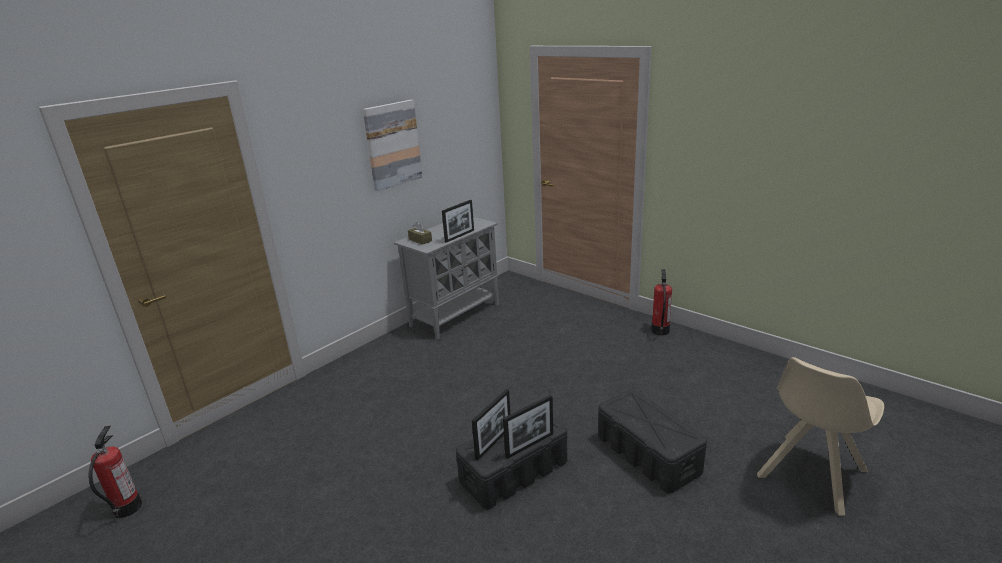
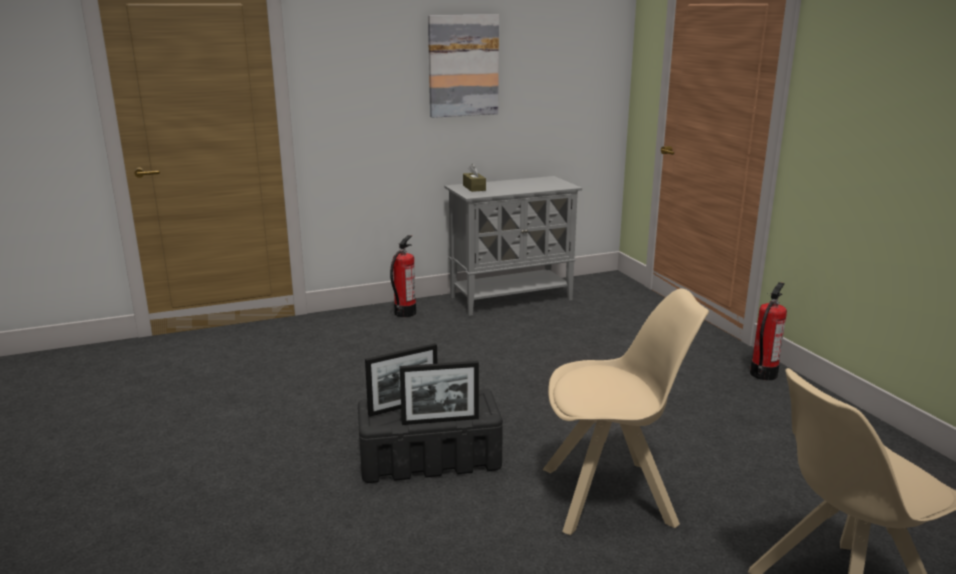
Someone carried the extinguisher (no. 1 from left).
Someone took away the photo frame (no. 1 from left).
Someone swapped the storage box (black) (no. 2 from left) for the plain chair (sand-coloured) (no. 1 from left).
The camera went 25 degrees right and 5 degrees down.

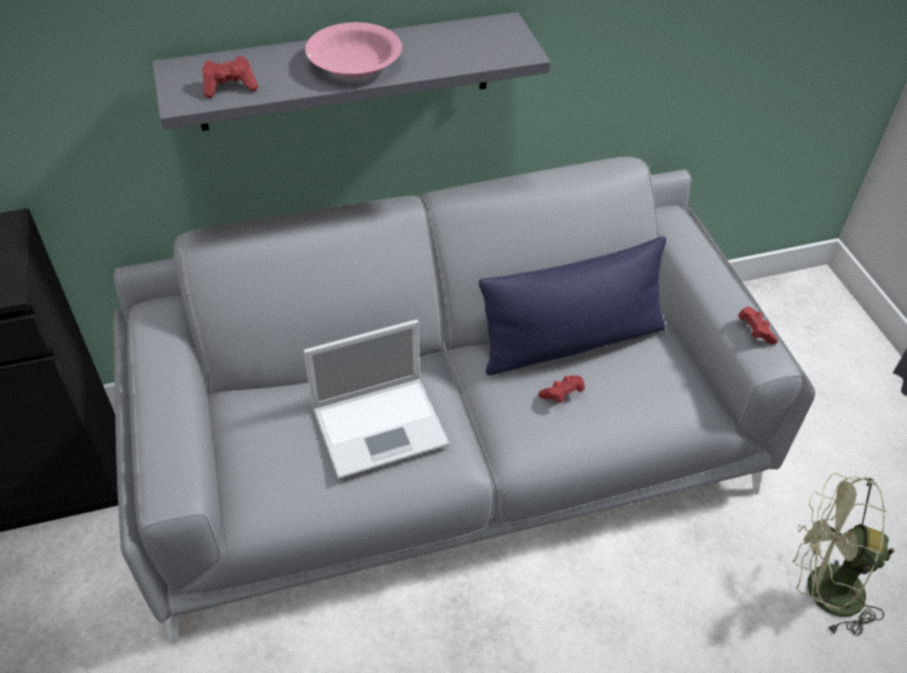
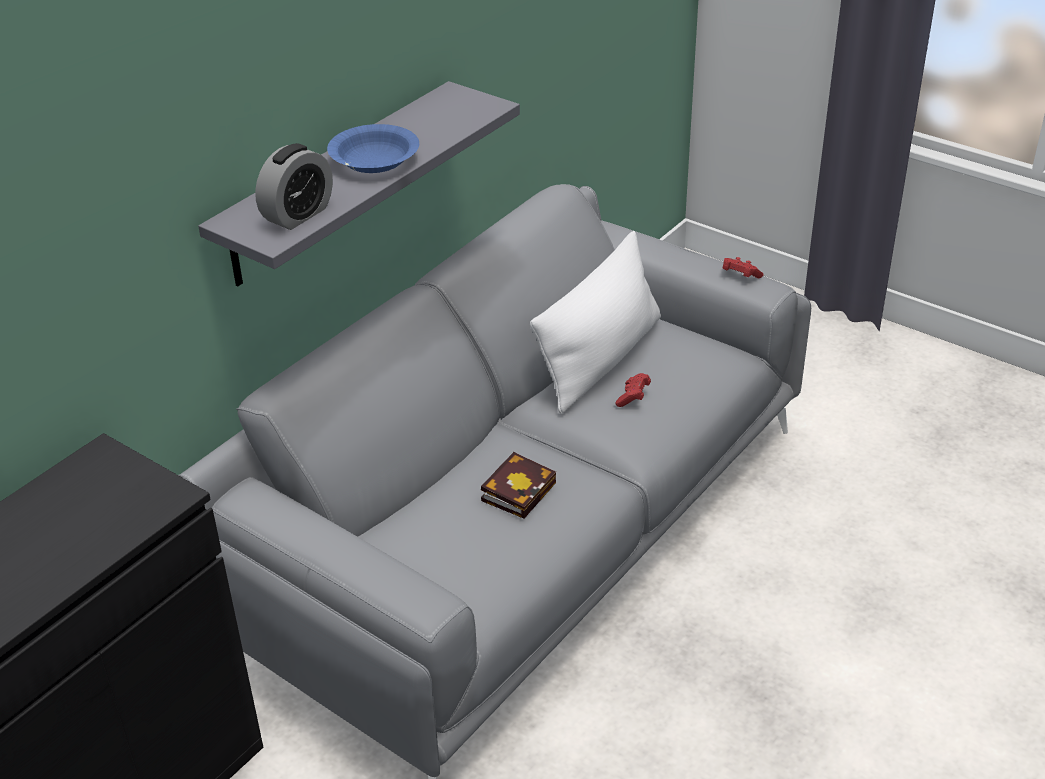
Someone swapped the joypad (red) (no. 1 from left) for the alarm clock.
Someone swapped the notebook computer for the book.
Someone repainted the deep dish (pink), which became the deep dish (blue).
Someone repainted the throw pillow (blue), which became the throw pillow (white-coloured).
Someone took away the electric fan (green-coloured).
The camera went 35 degrees left and 10 degrees down.

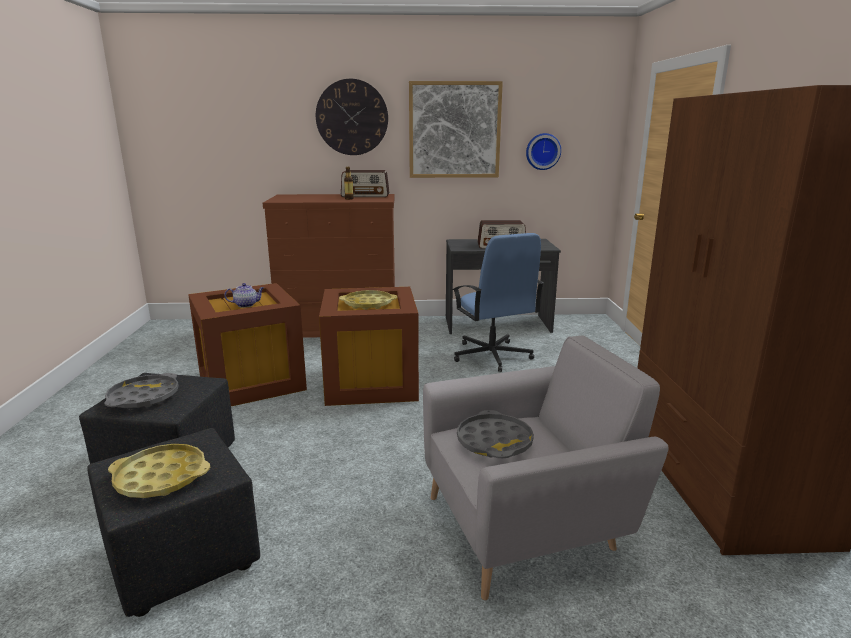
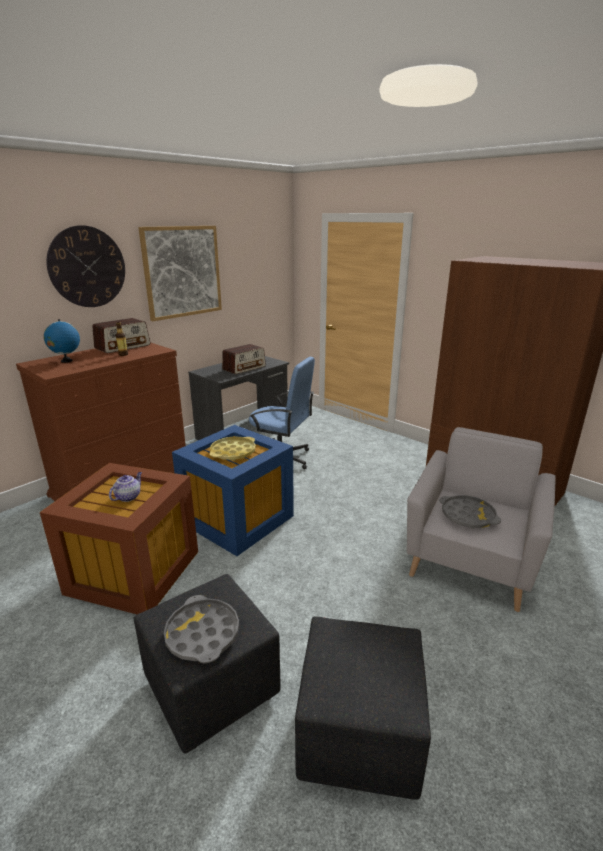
Someone took away the serving tray (yellow) (no. 1 from left).
Someone repainted the storage box (brown) (no. 2 from left), which became the storage box (blue).
Someone took away the clock on the wall (no. 2 from left).
Someone put down the world globe.
The camera went 45 degrees left and 5 degrees up.

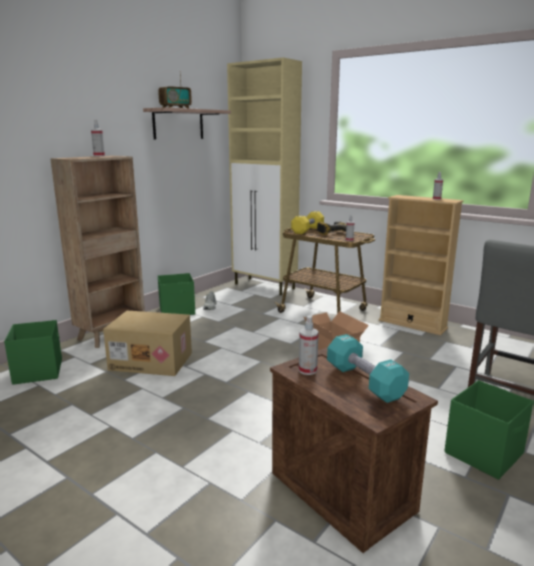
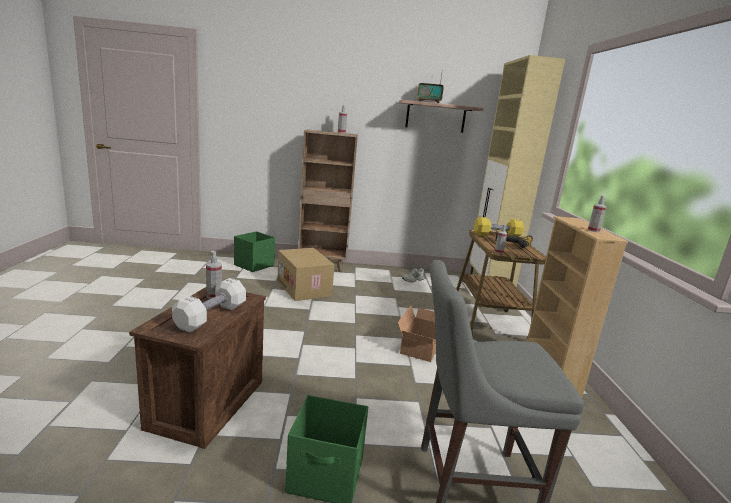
Someone took away the storage box (green-coloured) (no. 2 from left).
Someone repainted the free weight (blue-green), which became the free weight (white-coloured).
The camera went 50 degrees right and 0 degrees up.

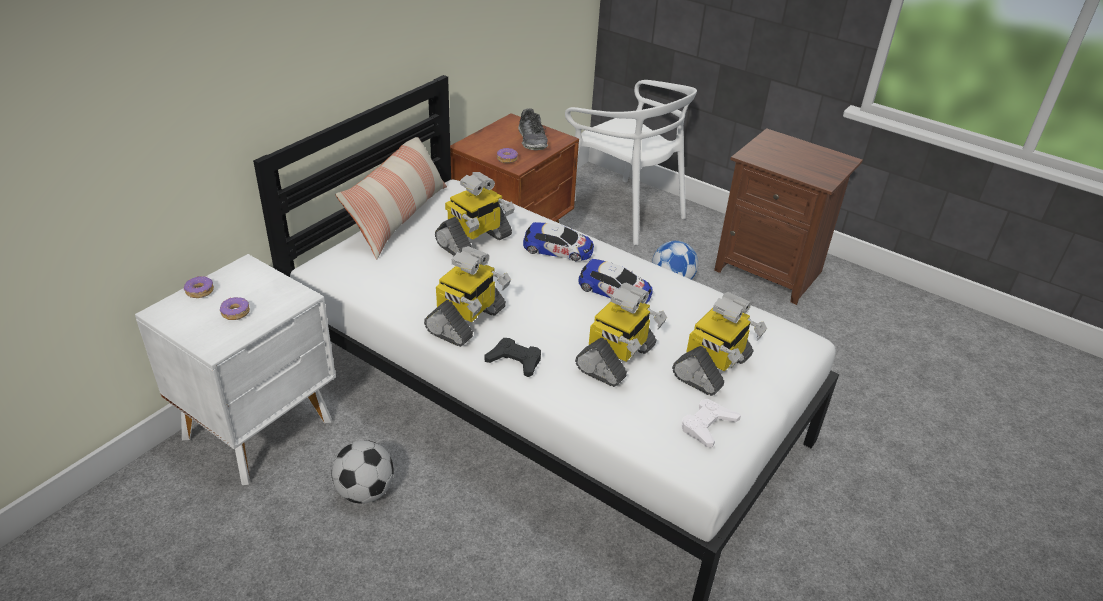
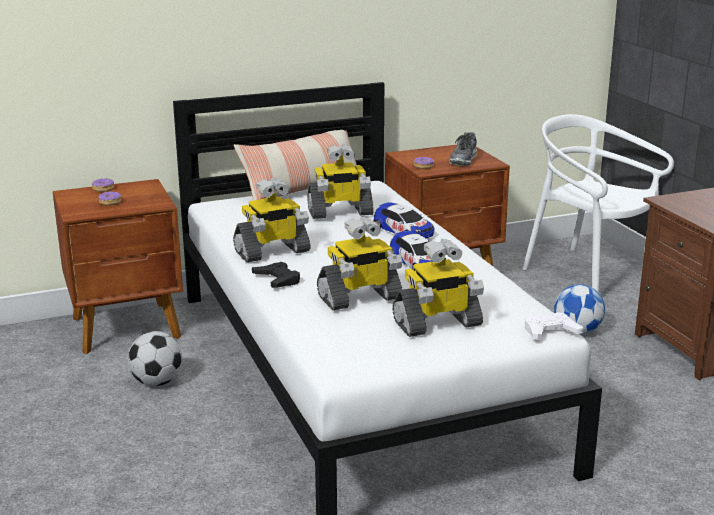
Someone repainted the nightstand (white-coloured), which became the nightstand (brown) (no. 1 from left).
Someone rotated the plain chair (white-coloured) by 150 degrees clockwise.
Someone carried the joypad (white-coloured).
The camera went 35 degrees right and 15 degrees down.

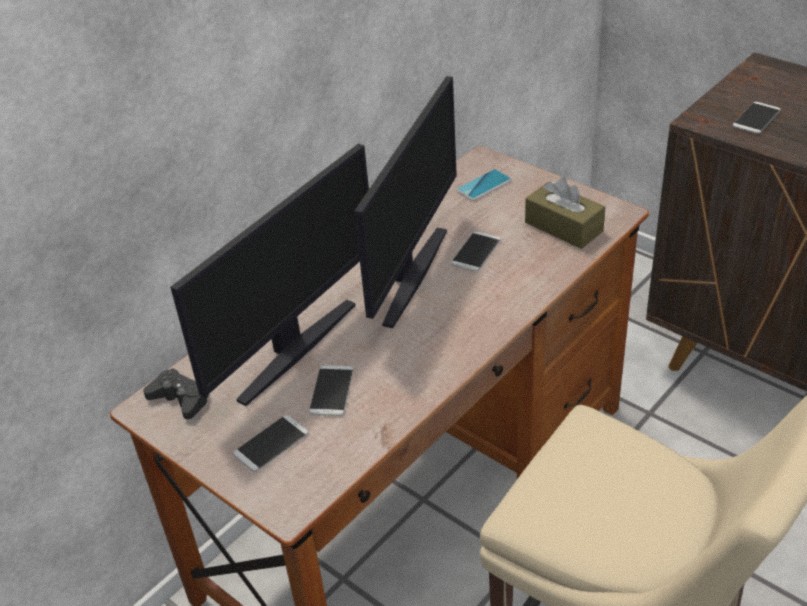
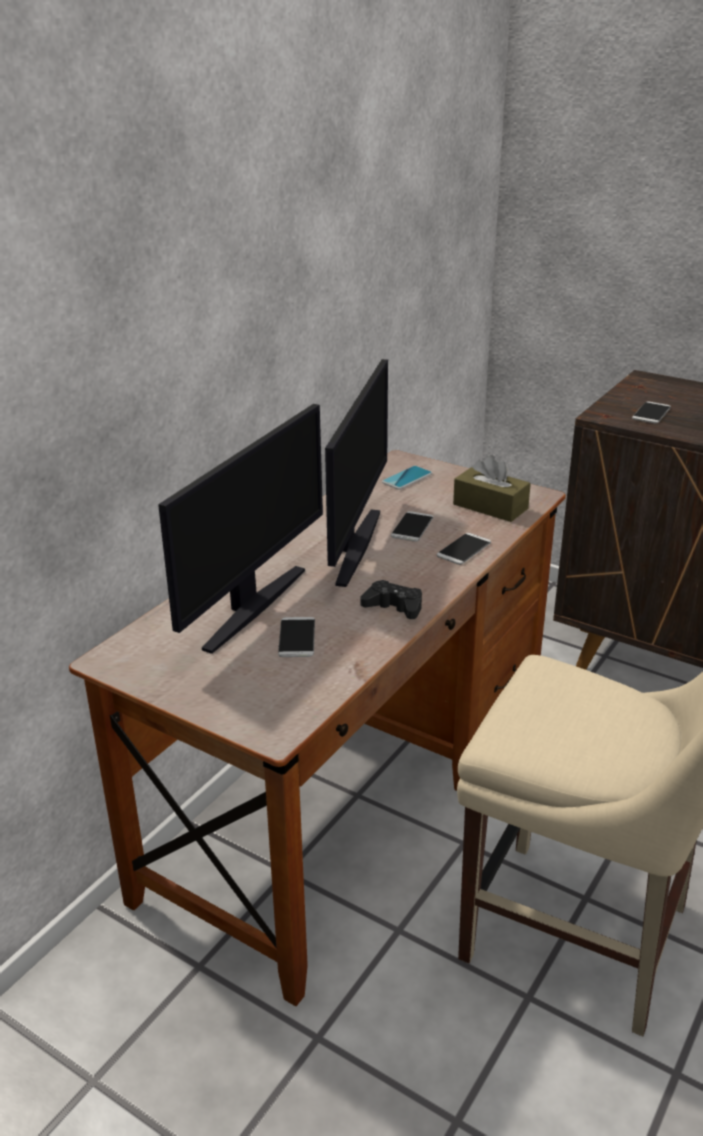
Someone carried the joypad (black).
Someone carried the handset (no. 1 from left in the first image).
The camera went 10 degrees left and 10 degrees down.

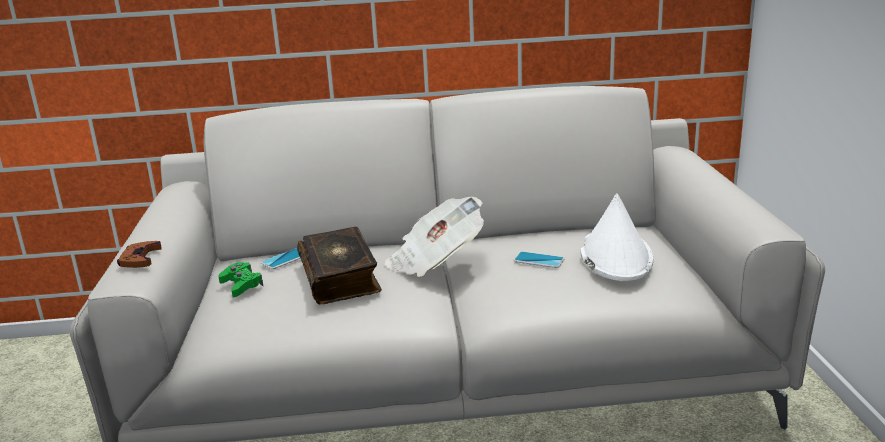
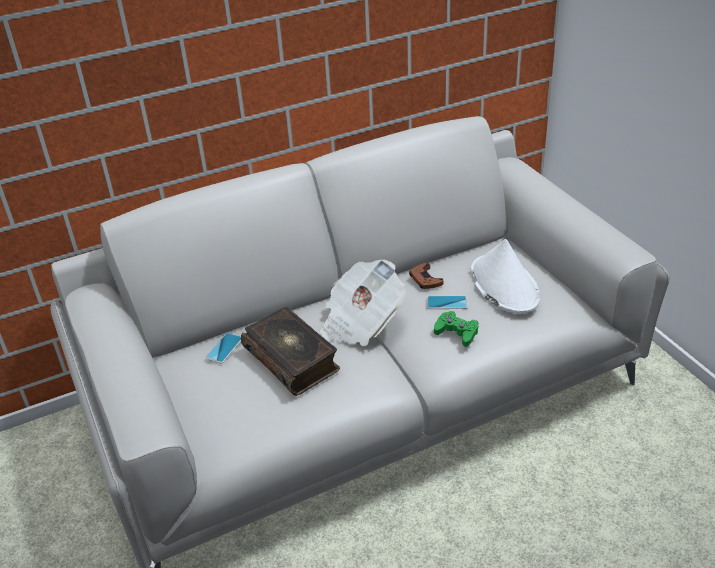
Someone carried the joypad (brown).
Someone carried the joypad (green-coloured).
The camera went 20 degrees left and 15 degrees up.

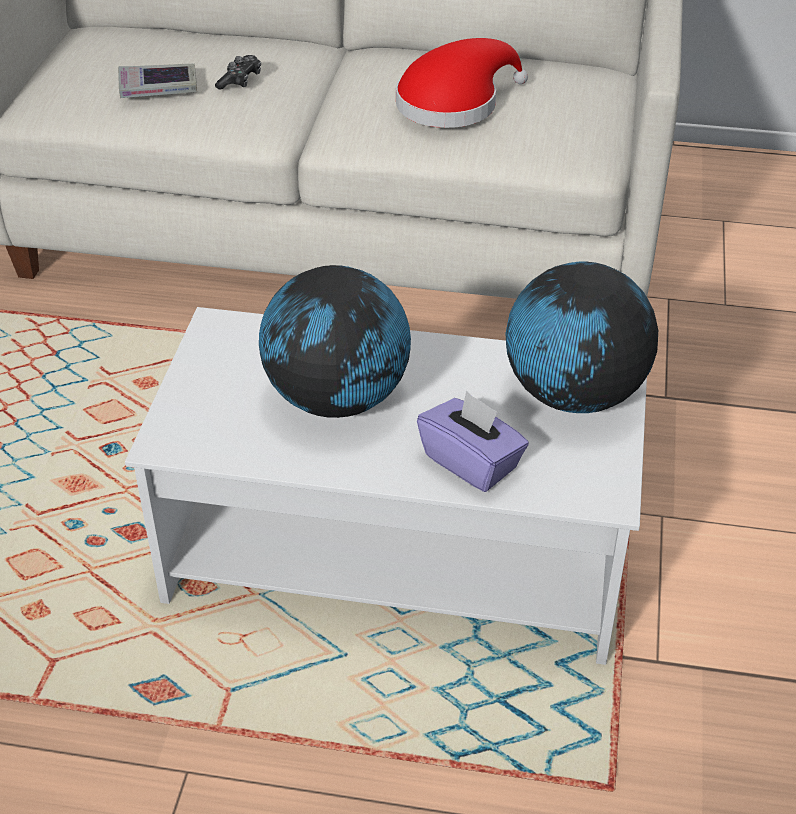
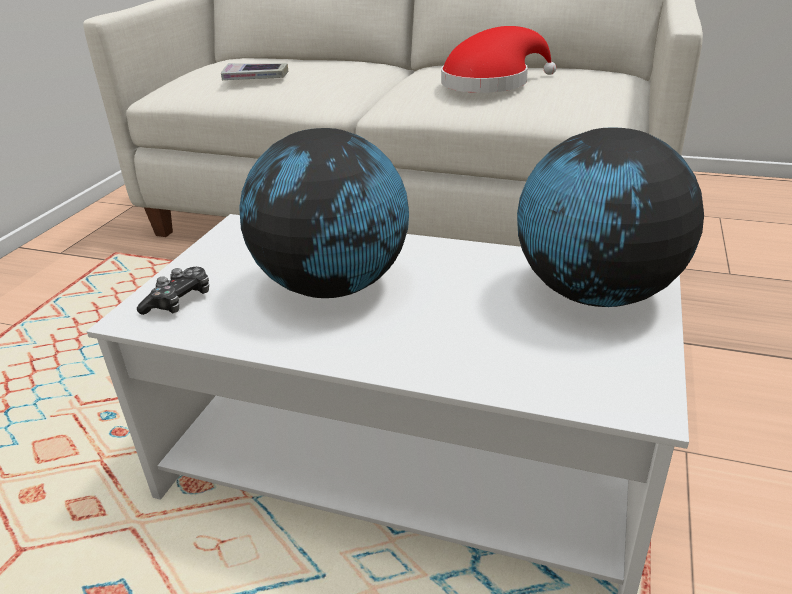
Someone carried the joypad.
Someone took away the tissue holder (purple-coloured).
The camera went 10 degrees right and 10 degrees down.

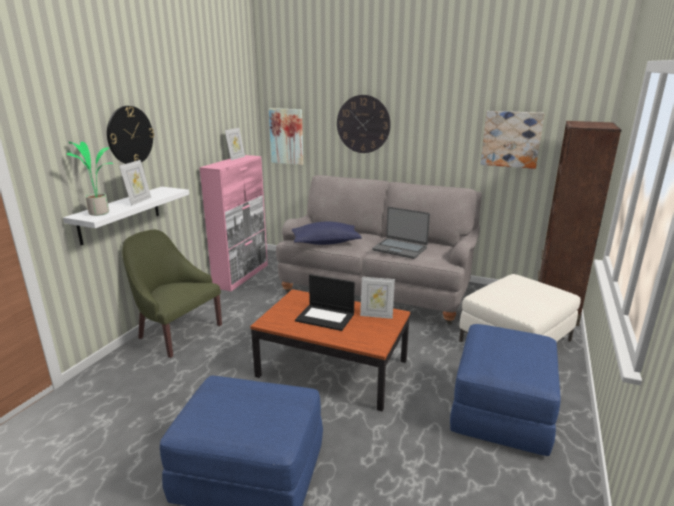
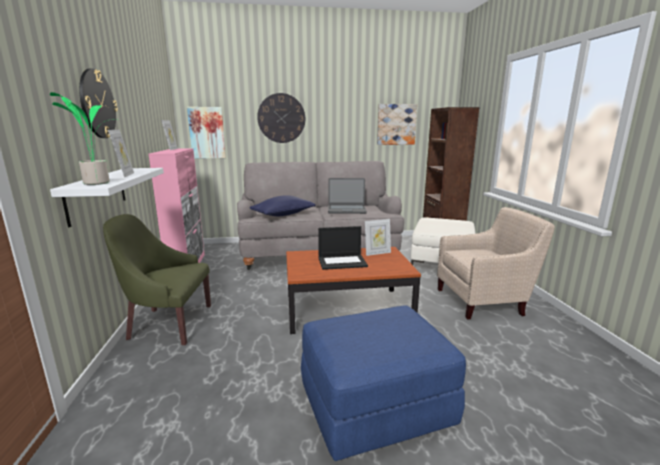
Someone swapped the pouffe (blue) (no. 2 from left) for the armchair (sand-coloured).
The camera went 30 degrees left and 5 degrees down.

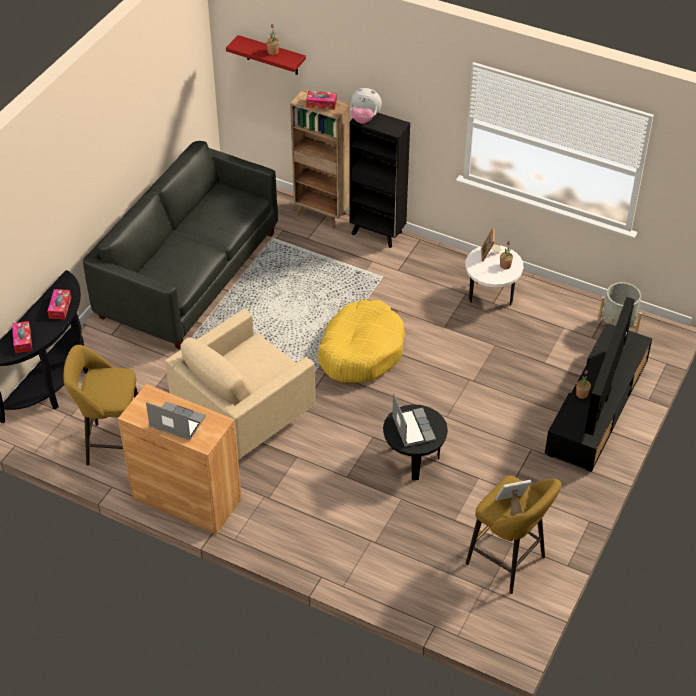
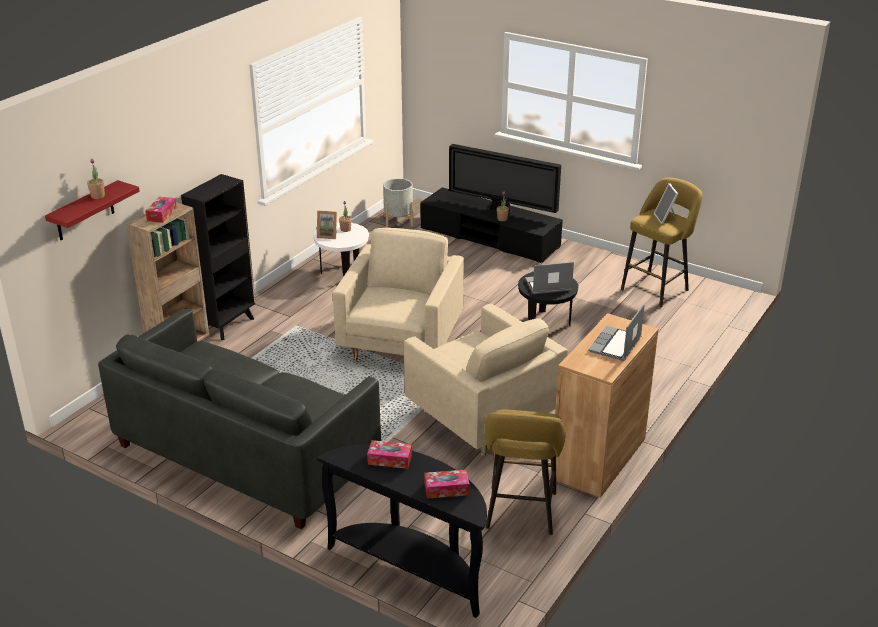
Someone swapped the dog cushion (yellow) for the armchair (sand-coloured) (no. 1 from left).
Someone took away the soft toy.
The camera went 85 degrees left and 15 degrees down.

